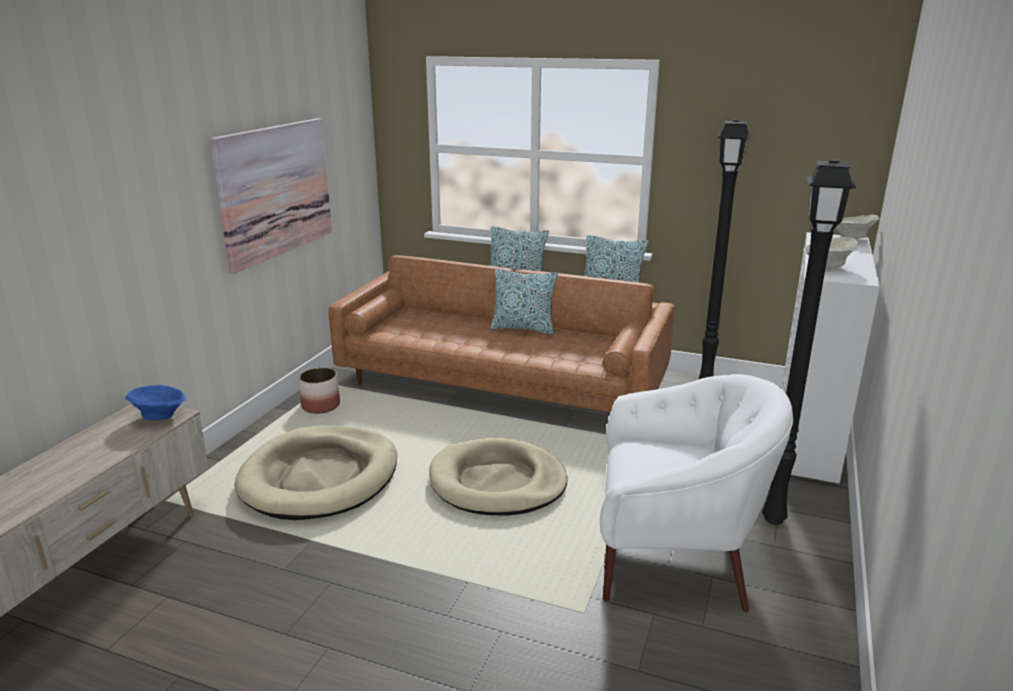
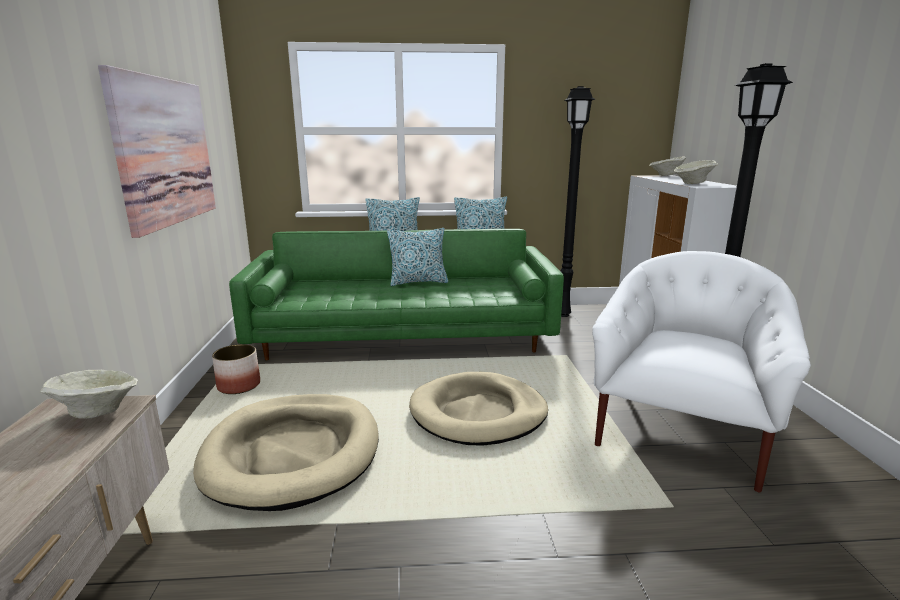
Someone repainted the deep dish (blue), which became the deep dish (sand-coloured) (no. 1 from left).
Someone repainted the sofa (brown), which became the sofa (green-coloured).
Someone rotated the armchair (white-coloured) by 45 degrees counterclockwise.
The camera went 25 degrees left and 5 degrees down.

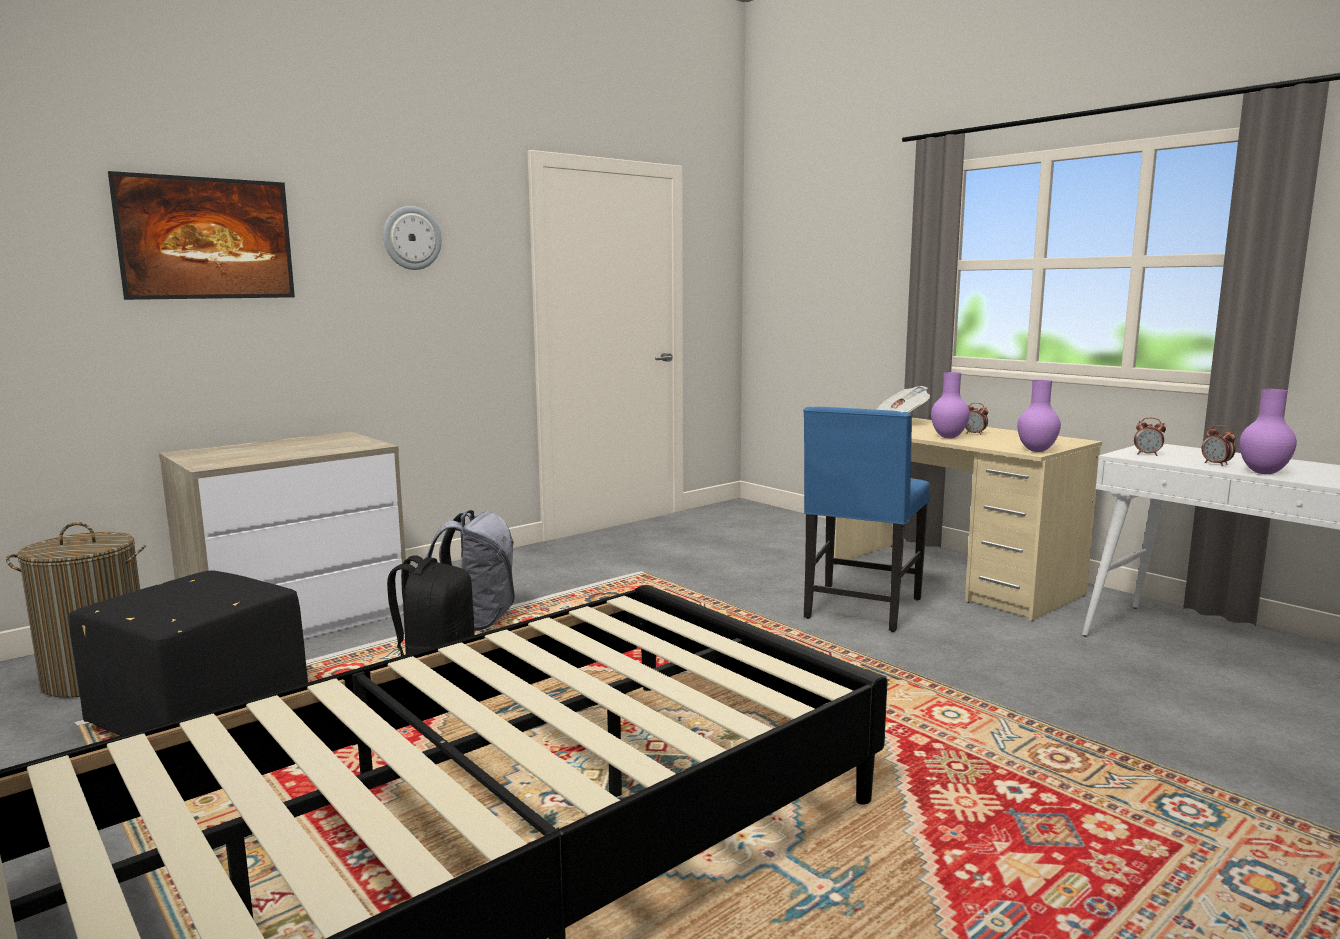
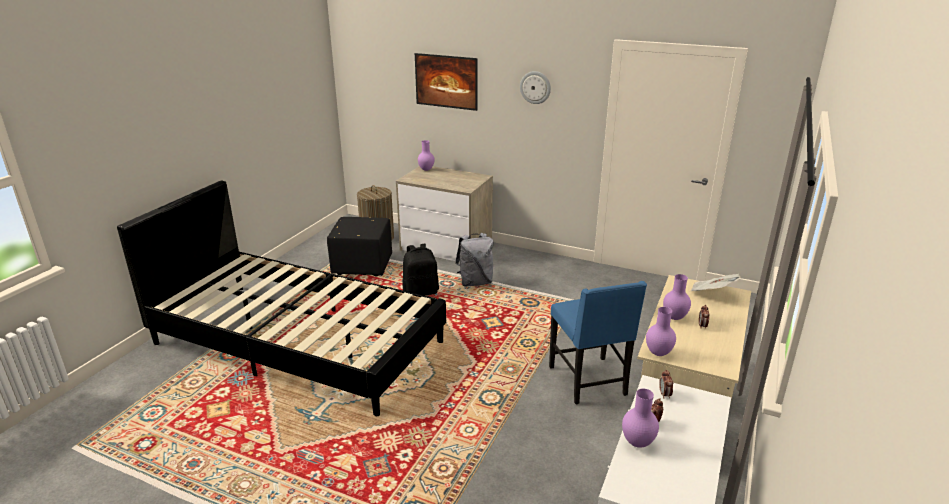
Someone rotated the plain chair (blue) by 105 degrees counterclockwise.
Someone put down the decorative vase (purple-coloured) (no. 1 from left).
The camera went 65 degrees right and 15 degrees up.

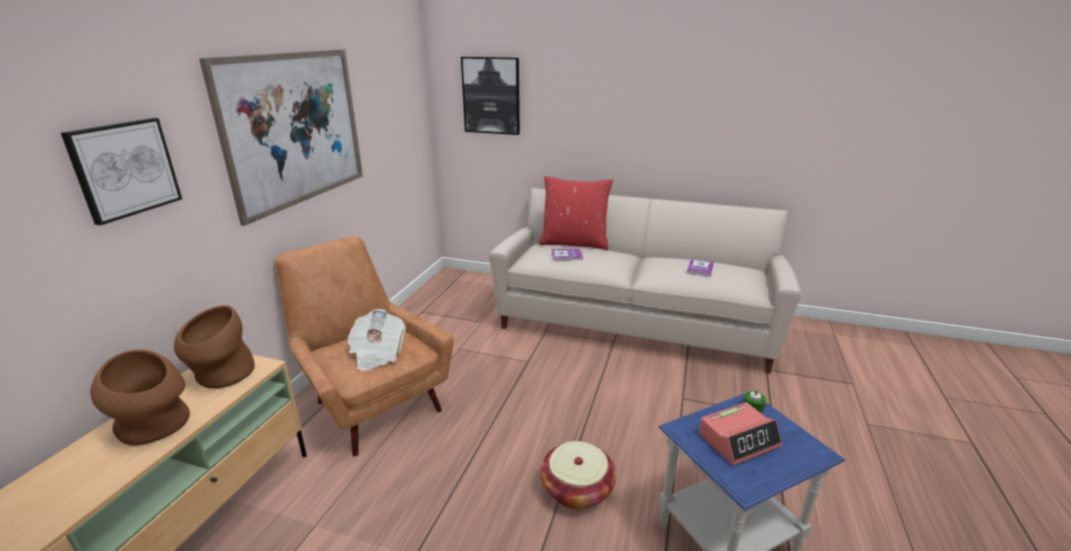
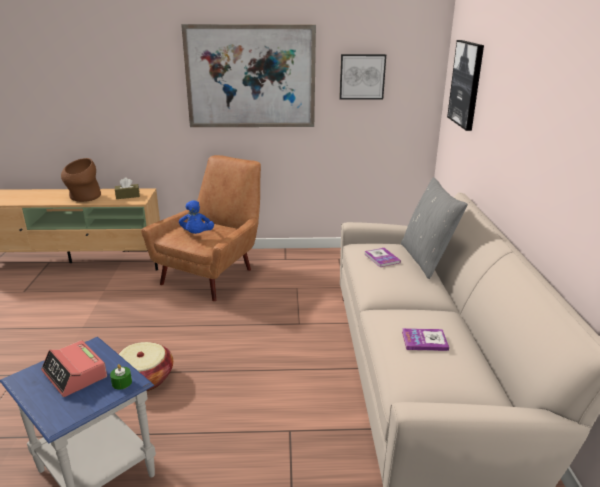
Someone carried the wall art (no. 1 from left in the first image).
Someone swapped the decorative vase (brown) (no. 2 from left) for the tissue holder (brown).
Someone swapped the printed paper for the soft toy (blue).
Someone repainted the throw pillow (red), which became the throw pillow (greyish).
The camera went 70 degrees right and 0 degrees up.

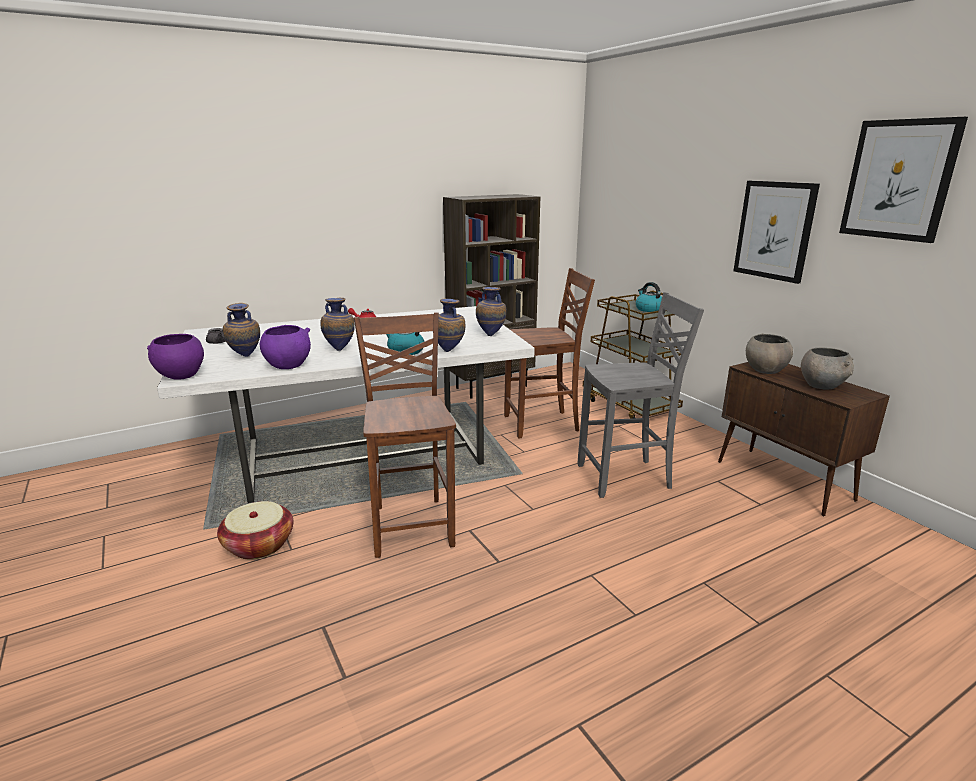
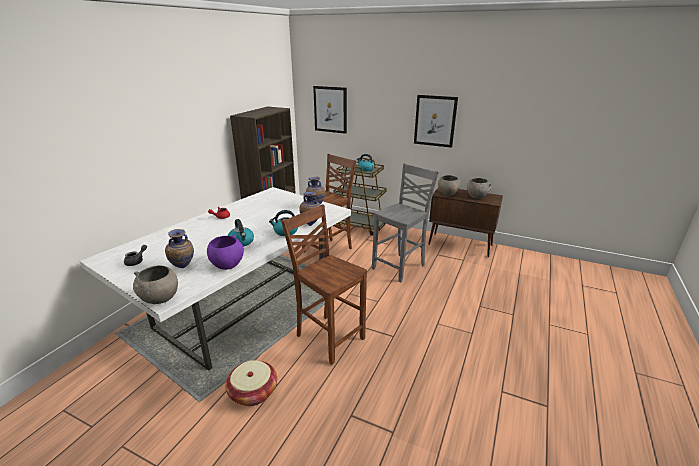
Someone repainted the deep dish (purple-coloured) (no. 1 from left), which became the deep dish (greyish) (no. 1 from left).
Someone swapped the decorative vase (no. 2 from left) for the kettle (no. 1 from left).
Someone carried the wall art (no. 2 from left in the first image).
The camera went 35 degrees left and 5 degrees up.

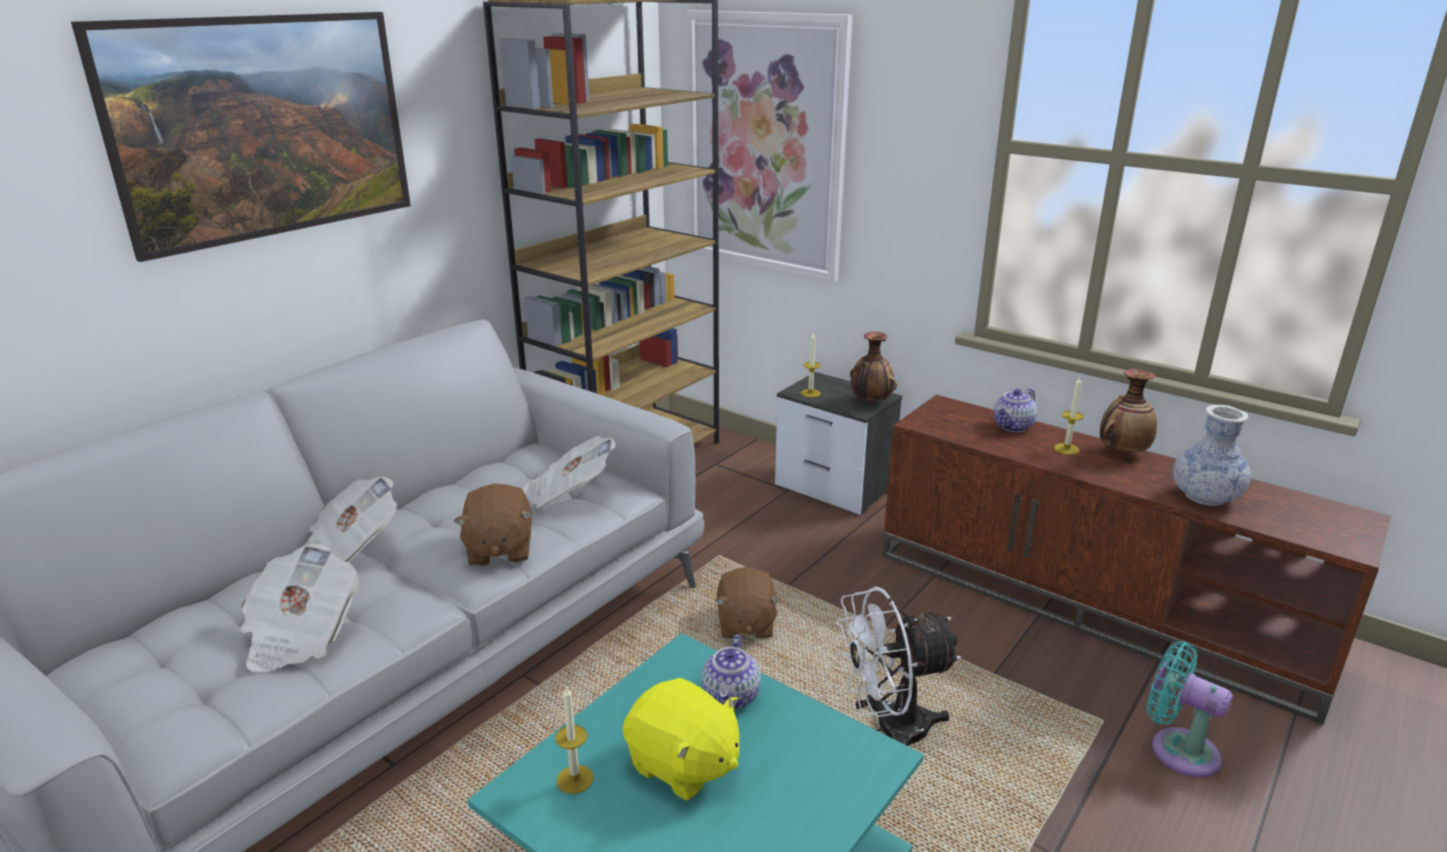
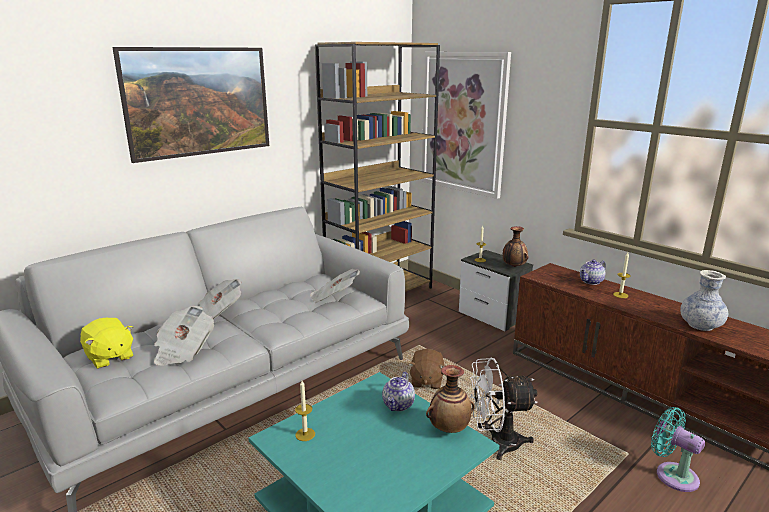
Someone took away the soft toy (brown) (no. 1 from left).
Someone carried the soft toy (yellow).
Someone carried the decorative vase (no. 2 from left in the first image).
The camera went 10 degrees right and 5 degrees down.

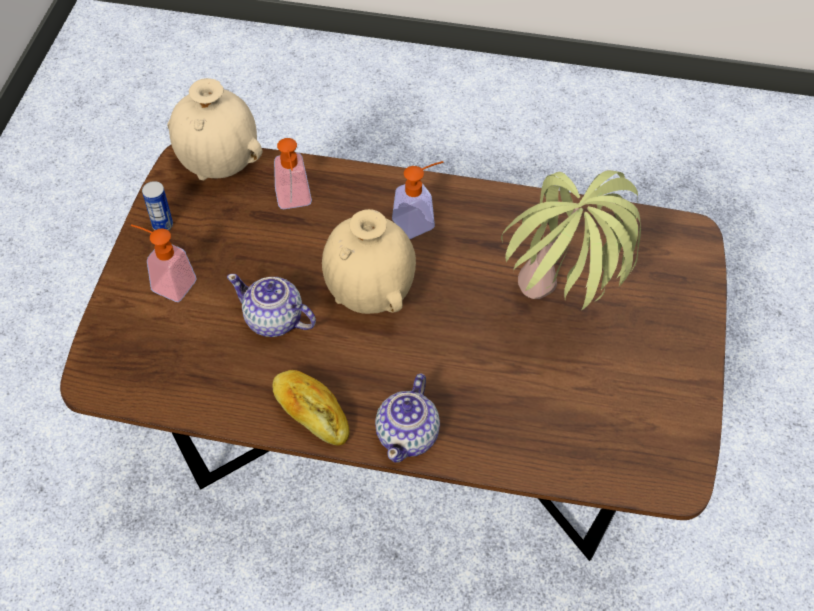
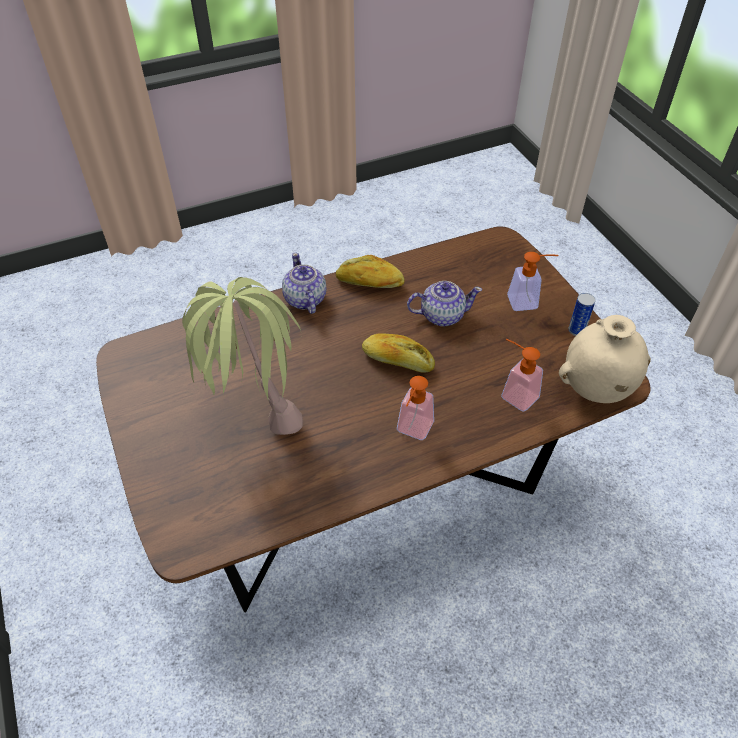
Someone swapped the decorative vase (sand-coloured) (no. 2 from left) for the bakery bread (no. 2 from left).
The camera went 145 degrees right and 5 degrees down.

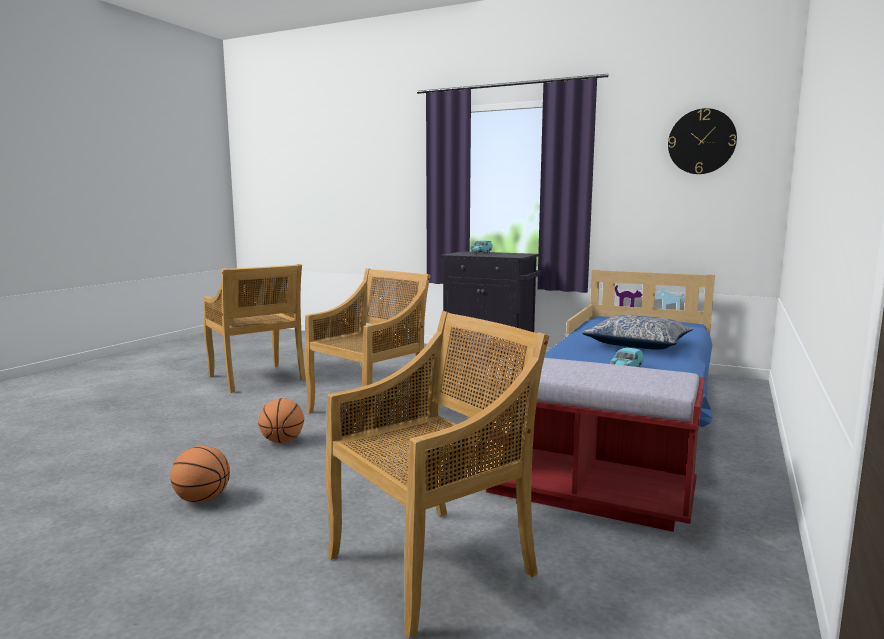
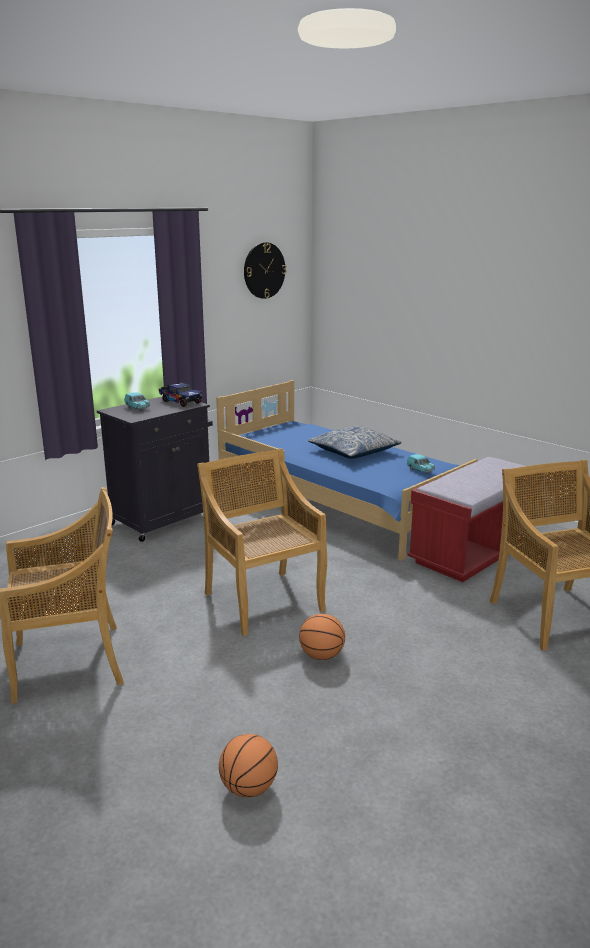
Someone carried the basketball (no. 1 from left).
Someone put down the toy truck.
The camera went 70 degrees left and 10 degrees up.

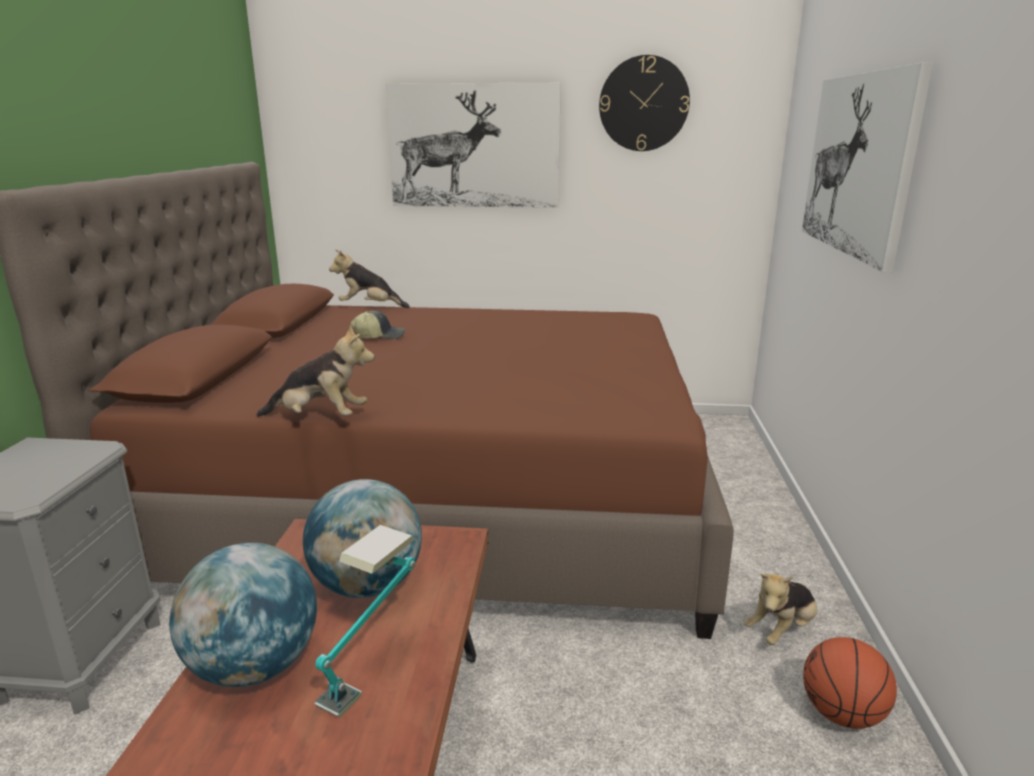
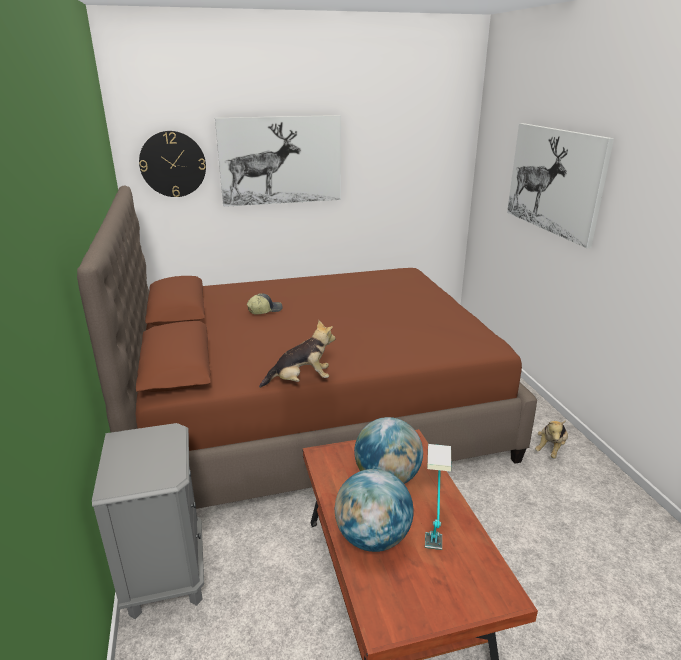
Someone took away the soft toy (no. 2 from left).
Someone carried the clock on the wall.
Someone took away the basketball.
The camera went 20 degrees left and 5 degrees up.

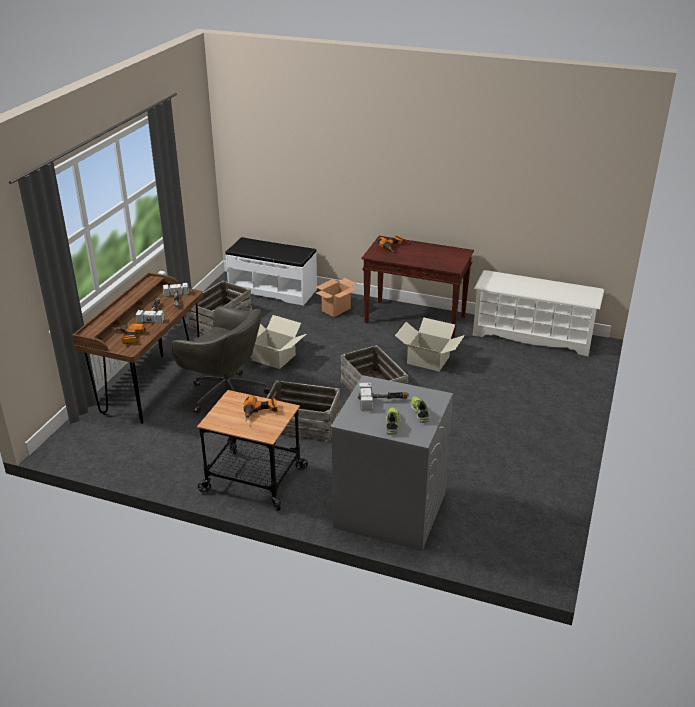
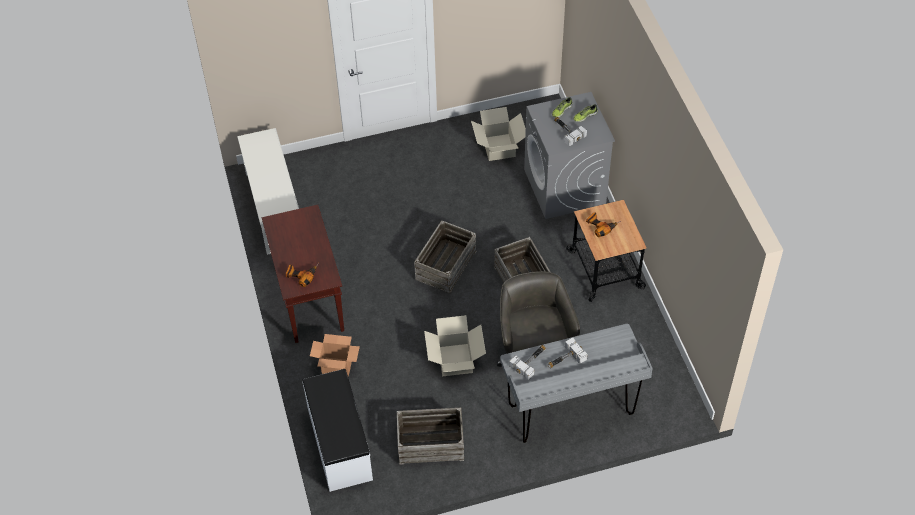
Someone repainted the desk table (brown), which became the desk table (greyish).
Someone took away the drill (no. 1 from left).
Someone carried the packing box (no. 3 from left).
The camera went 125 degrees left and 20 degrees up.

